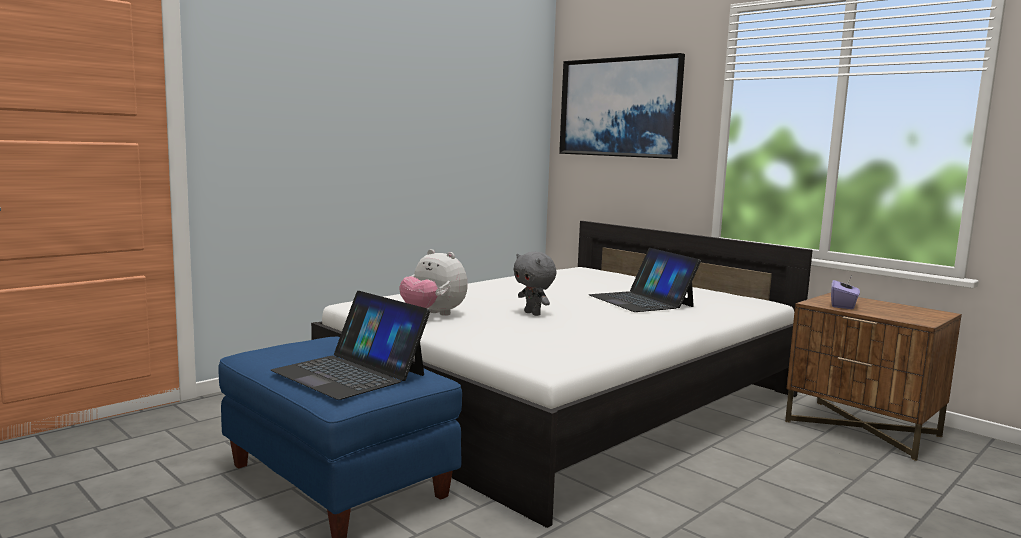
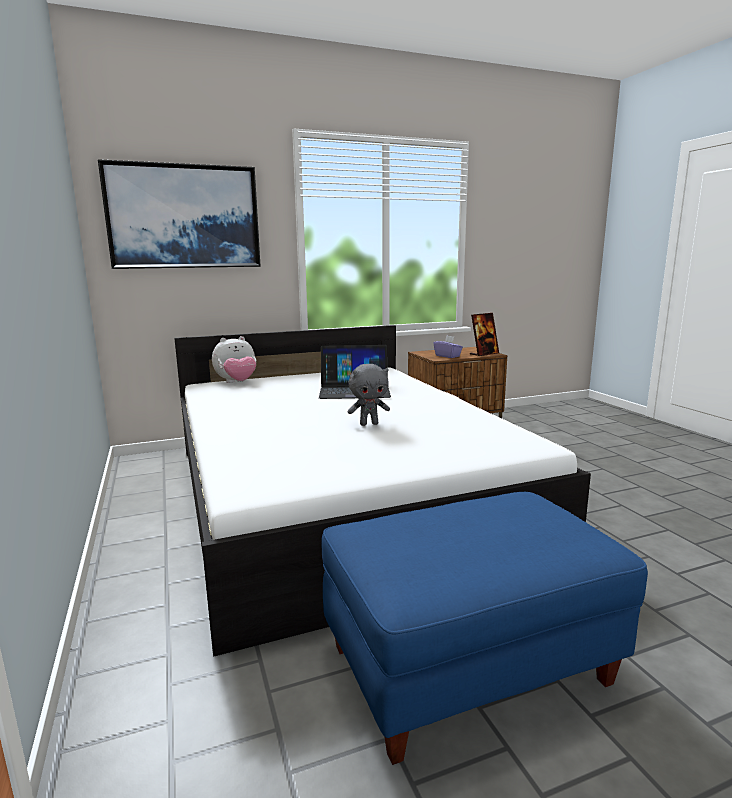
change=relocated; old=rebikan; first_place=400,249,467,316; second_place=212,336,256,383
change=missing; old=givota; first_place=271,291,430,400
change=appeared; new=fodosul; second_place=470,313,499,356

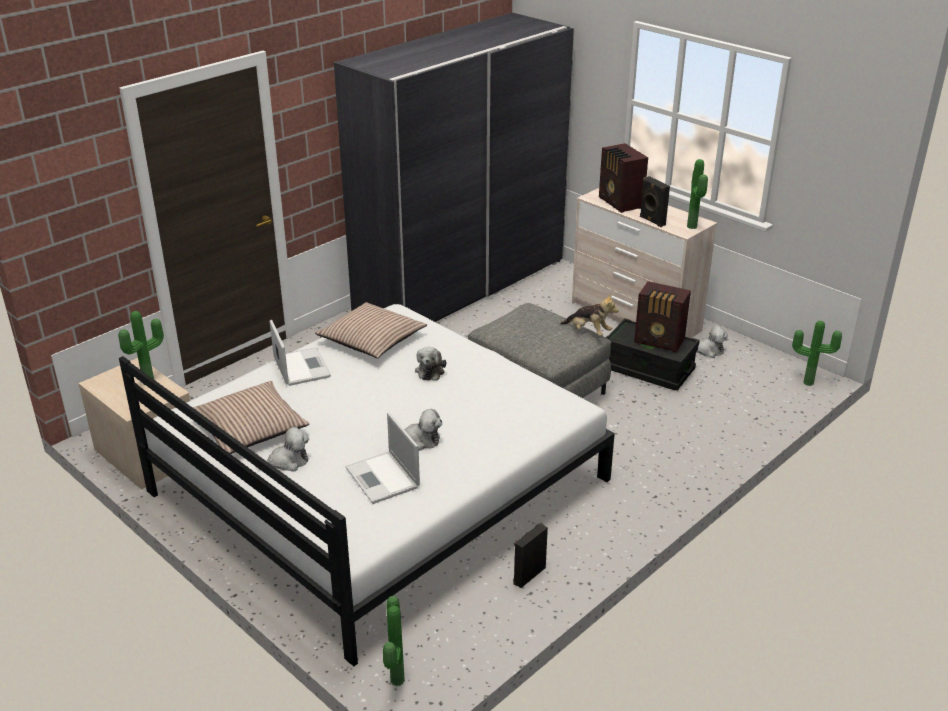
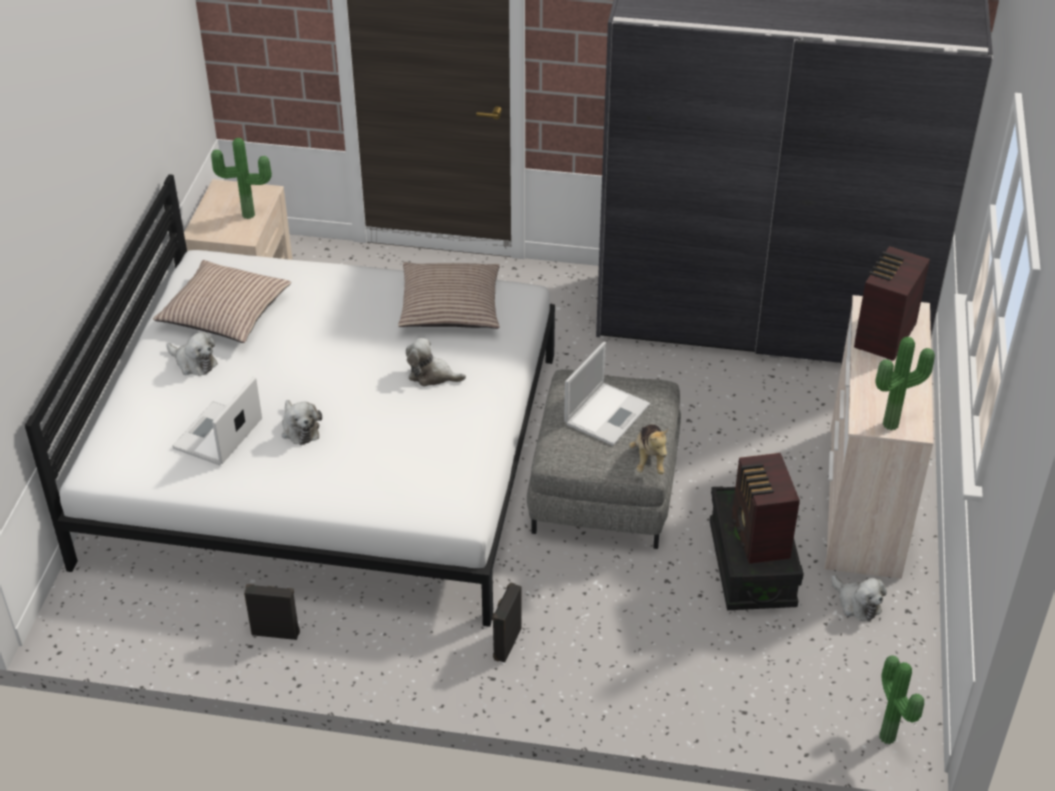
change=relocated; old=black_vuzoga; first_place=640,176,670,227; second_place=492,582,522,662
change=relocated; old=givota; first_place=270,320,331,386; second_place=564,342,650,446
change=spun; old=rebikan; first_place=415,347,446,380; second_place=406,338,466,386; degrees=45
change=missing; old=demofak; first_place=383,596,405,686

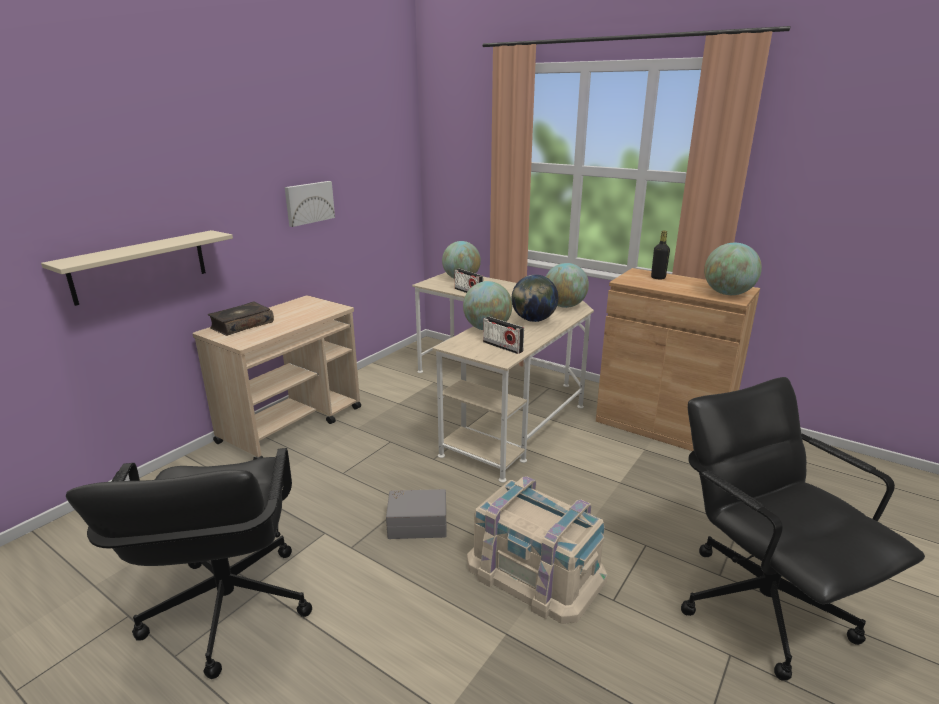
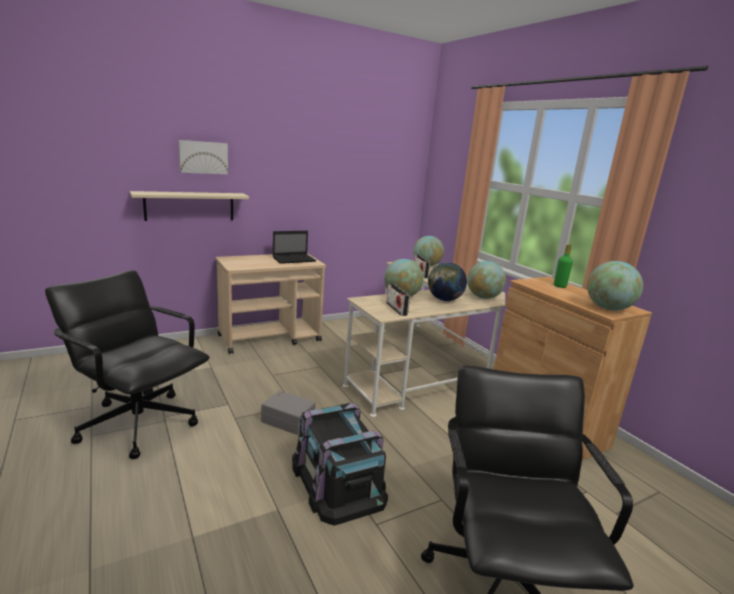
change=relocated; old=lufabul; first_place=285,181,335,227; second_place=178,140,228,174
change=colour; old=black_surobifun; new=green_surobifun; first_place=651,231,670,279; second_place=554,244,573,288
change=missing; old=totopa; first_place=208,302,274,336
change=spun; old=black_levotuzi; first_place=66,448,312,679; second_place=45,270,210,459; degrees=105
change=colour; old=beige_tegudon; new=black_tegudon; first_place=467,476,607,624; second_place=292,403,388,526
change=appeared; new=givota; second_place=273,231,316,264

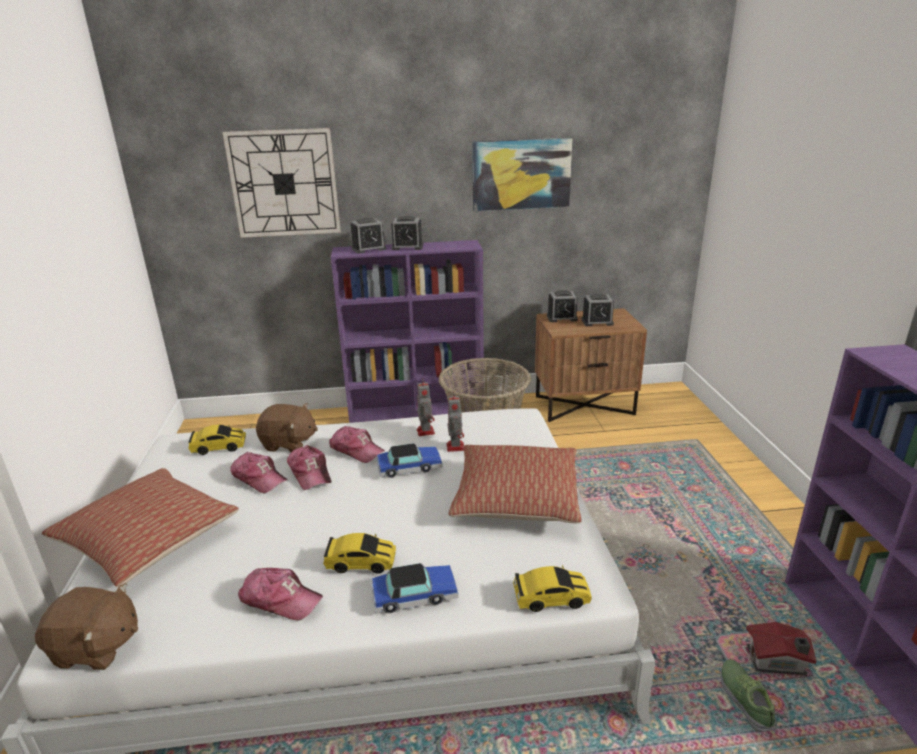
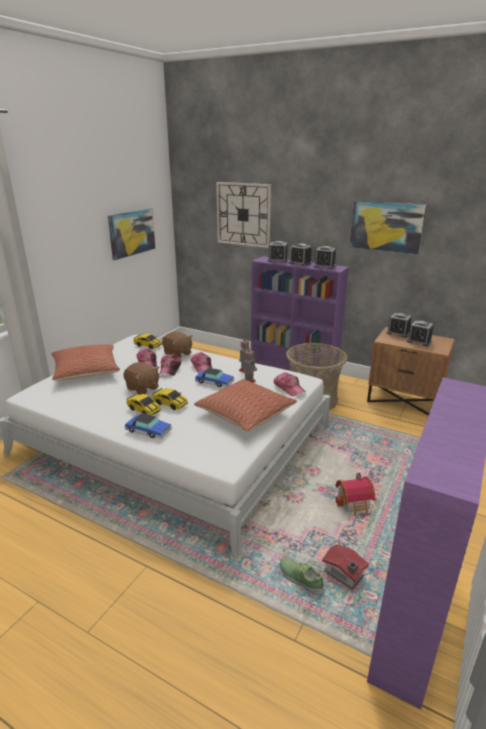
change=relocated; old=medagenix; first_place=513,565,592,612; second_place=152,388,188,410
change=relocated; old=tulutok; first_place=238,568,323,620; second_place=274,372,306,396
change=relocated; old=brown_rebikan; first_place=35,583,138,670; second_place=124,362,159,395
change=spun; old=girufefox; first_place=721,660,777,732; second_place=280,558,324,595; degrees=-75
change=appeared; new=lufabul; second_place=108,208,155,260
change=appeared; new=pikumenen; second_place=314,246,336,269
change=appeared; new=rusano; second_place=335,472,375,516

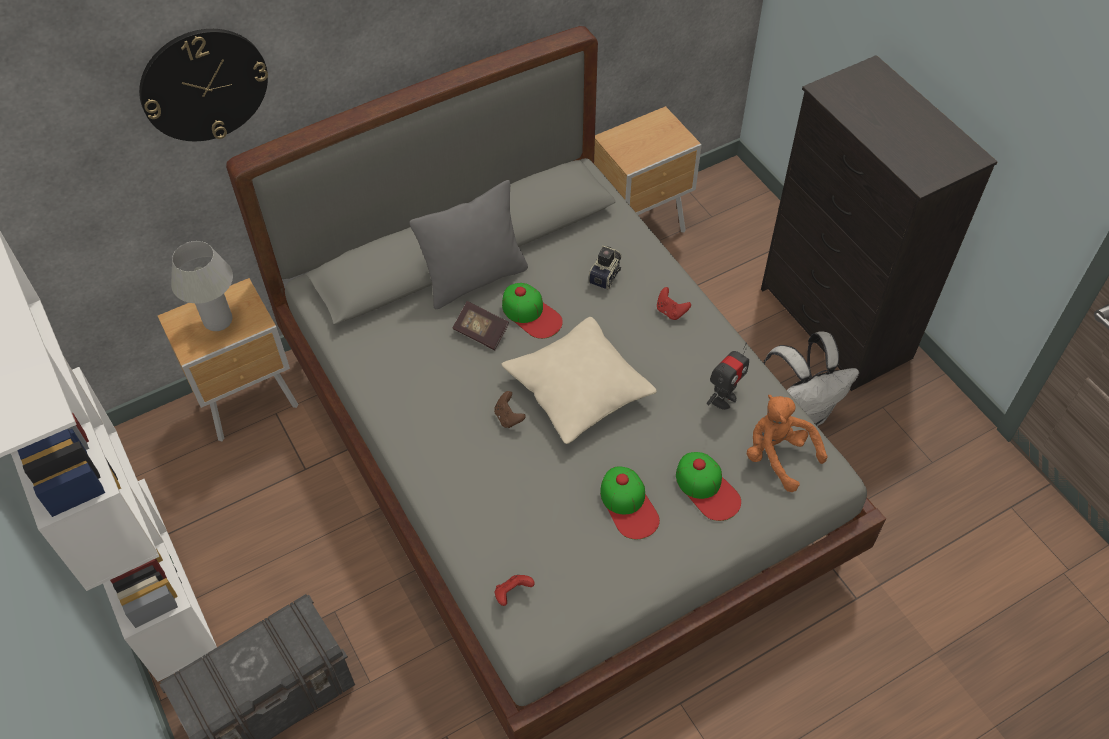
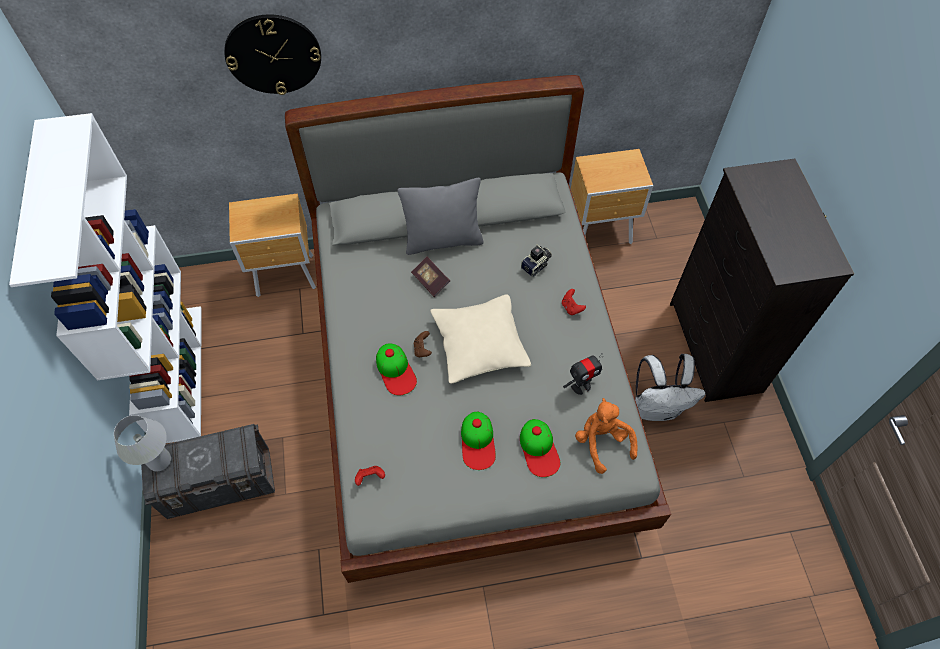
change=relocated; old=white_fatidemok; first_place=171,241,233,331; second_place=114,415,171,471
change=relocated; old=tulutok; first_place=502,283,563,339; second_place=376,344,417,396

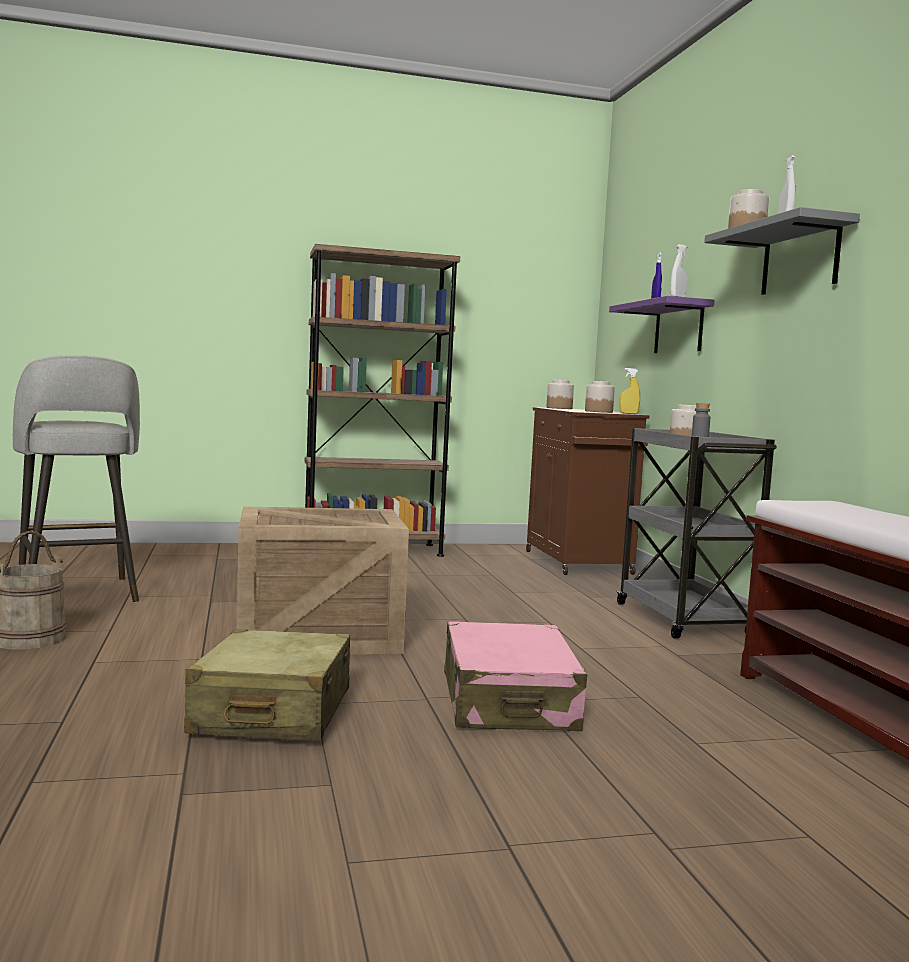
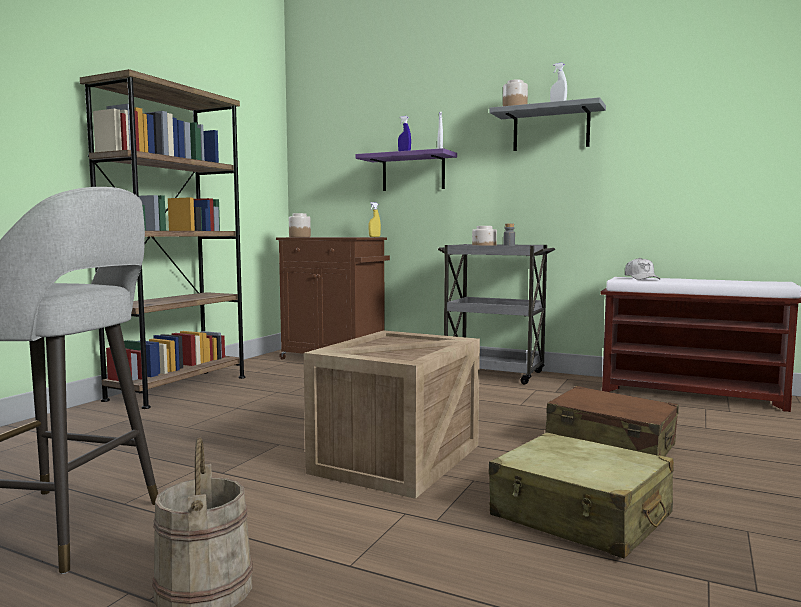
change=missing; old=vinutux; first_place=585,381,615,413
change=colour; old=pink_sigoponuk; new=brown_sigoponuk; first_place=444,621,587,731; second_place=545,386,679,456
change=appeared; new=white_tulutok; second_place=625,258,660,280

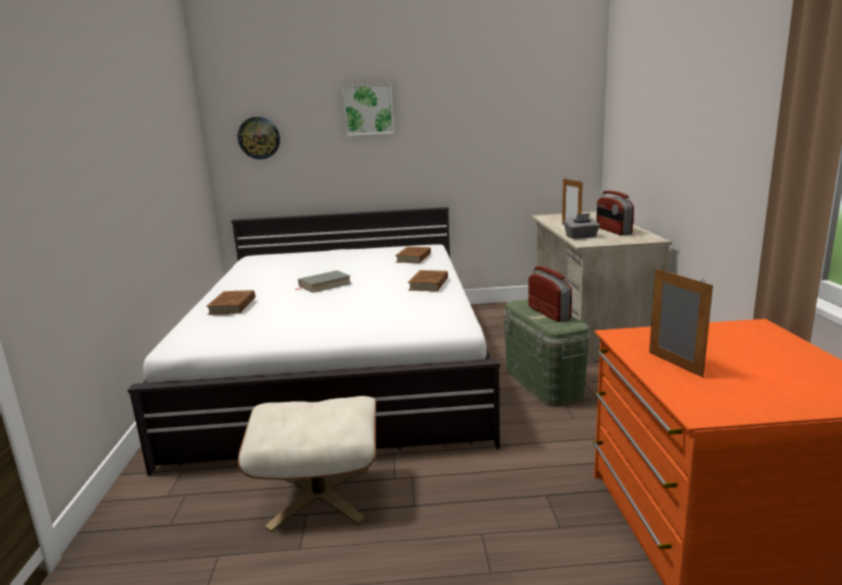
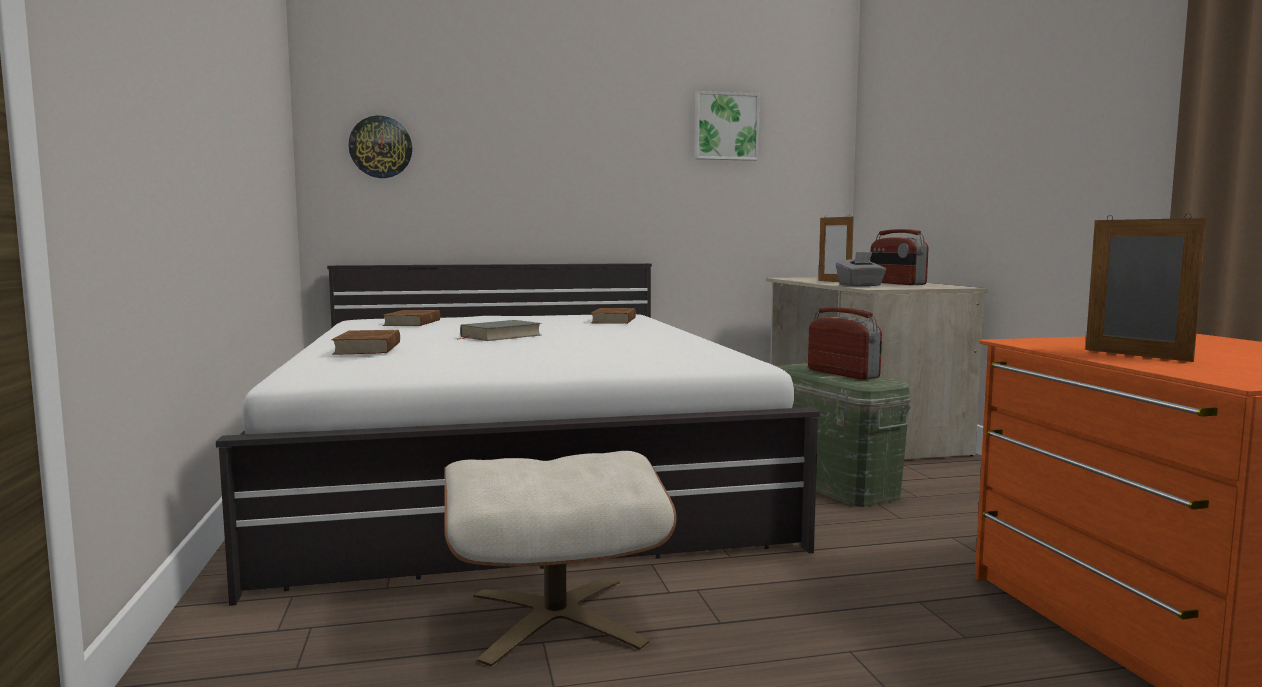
change=relocated; old=lufabul; first_place=342,83,394,136; second_place=694,91,760,161
change=relocated; old=brown_totopa; first_place=408,270,448,291; second_place=382,310,440,326

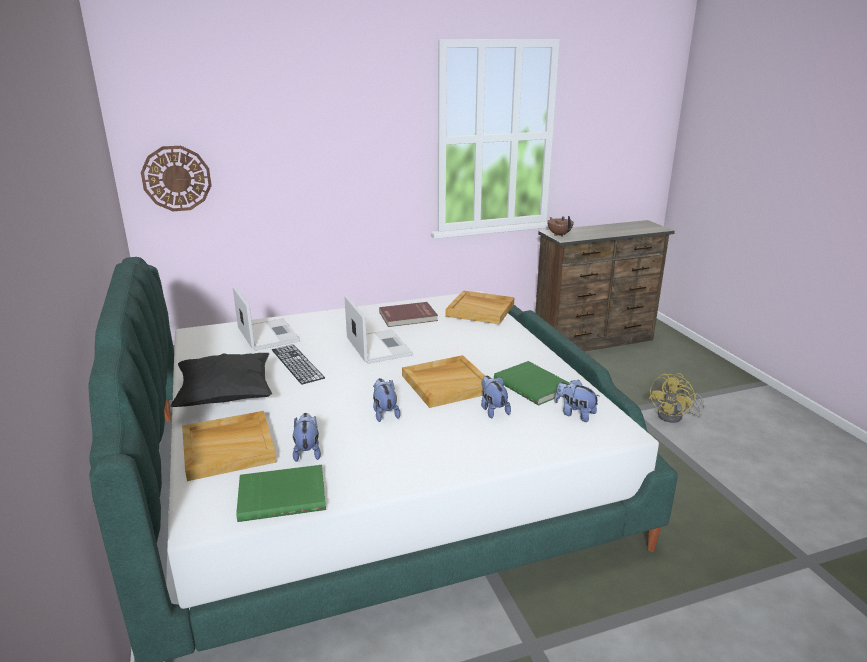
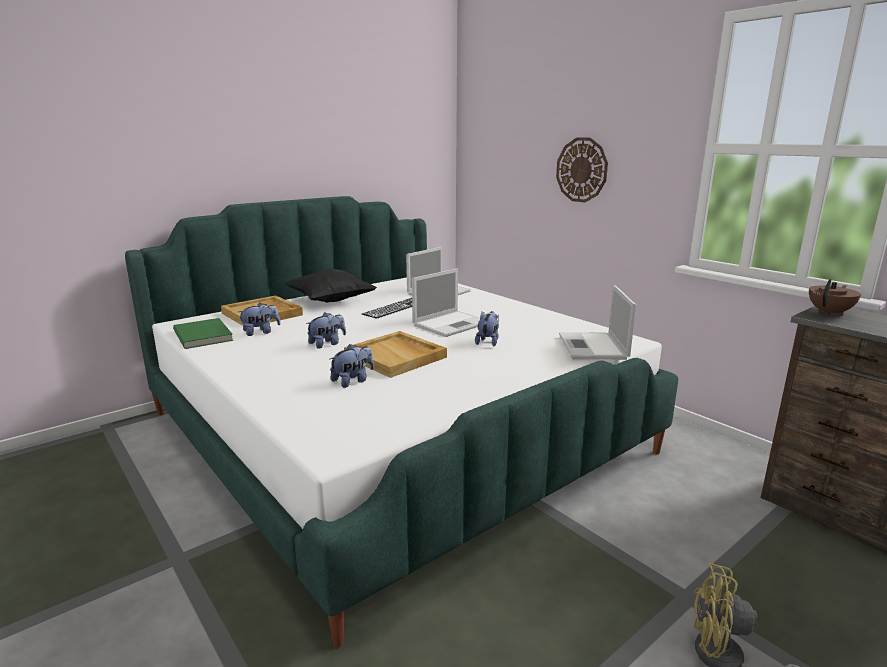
change=relocated; old=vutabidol; first_place=141,146,212,211; second_place=556,138,608,202
change=exchanged; old=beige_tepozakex; new=givota; first_place=445,291,514,325; second_place=559,285,636,360
change=missing; old=red_totopa; first_place=379,302,438,327
change=missing; old=green_totopa; first_place=494,361,569,406
change=relocated; old=rebikan; first_place=554,380,599,422; second_place=475,311,499,347

